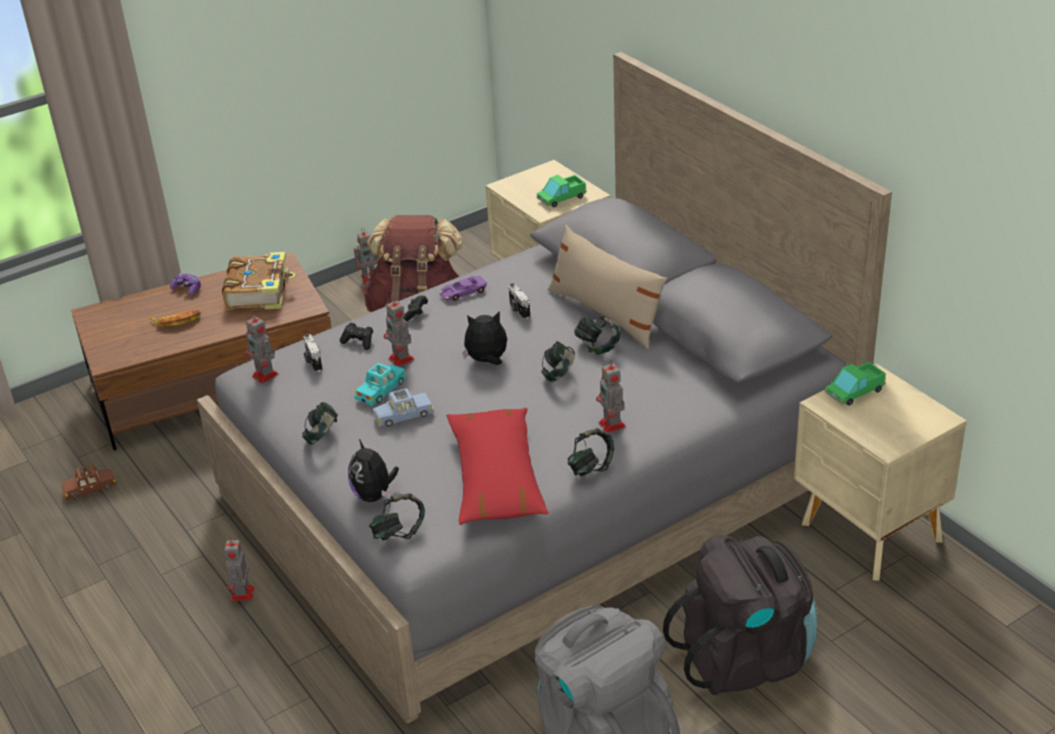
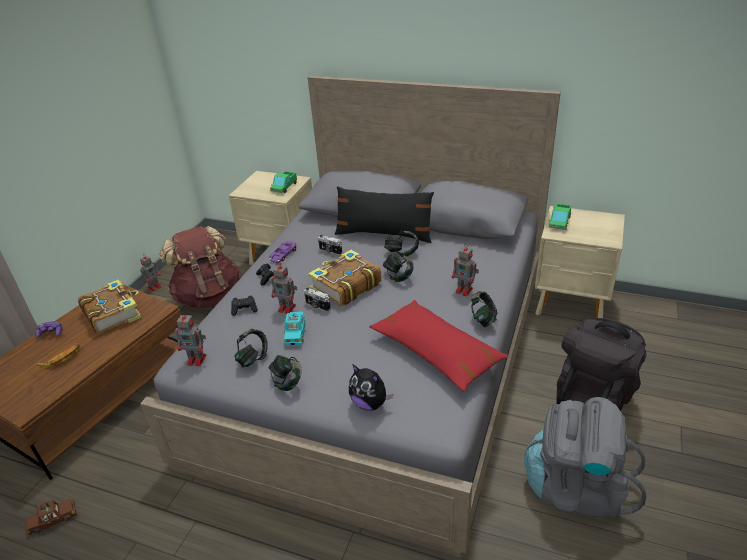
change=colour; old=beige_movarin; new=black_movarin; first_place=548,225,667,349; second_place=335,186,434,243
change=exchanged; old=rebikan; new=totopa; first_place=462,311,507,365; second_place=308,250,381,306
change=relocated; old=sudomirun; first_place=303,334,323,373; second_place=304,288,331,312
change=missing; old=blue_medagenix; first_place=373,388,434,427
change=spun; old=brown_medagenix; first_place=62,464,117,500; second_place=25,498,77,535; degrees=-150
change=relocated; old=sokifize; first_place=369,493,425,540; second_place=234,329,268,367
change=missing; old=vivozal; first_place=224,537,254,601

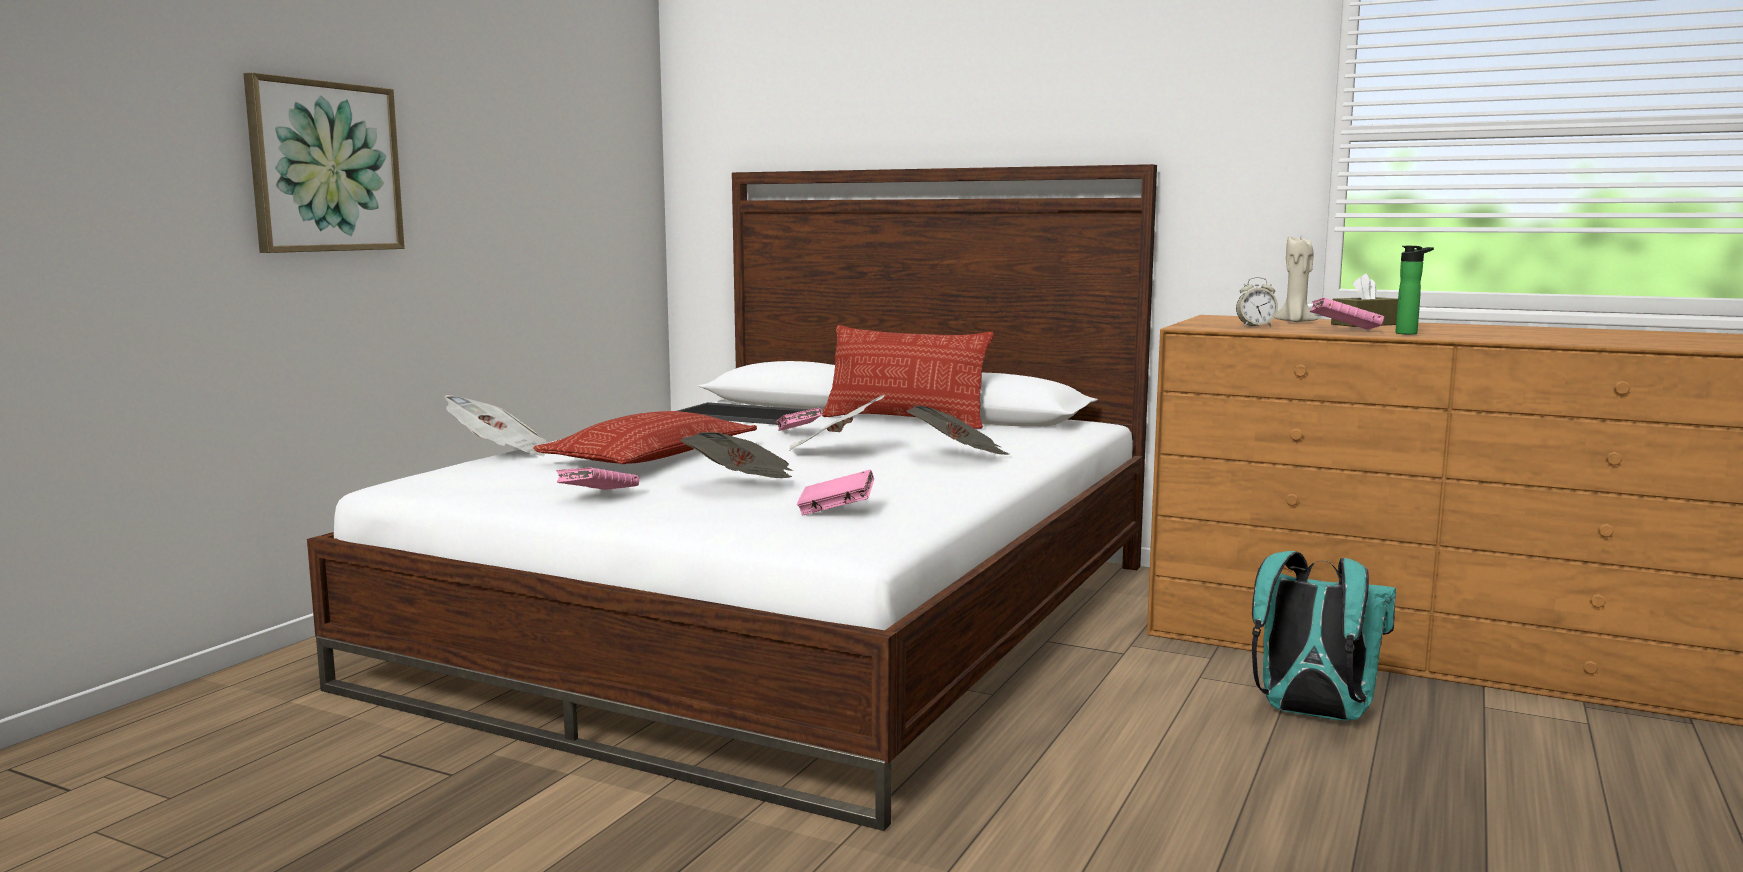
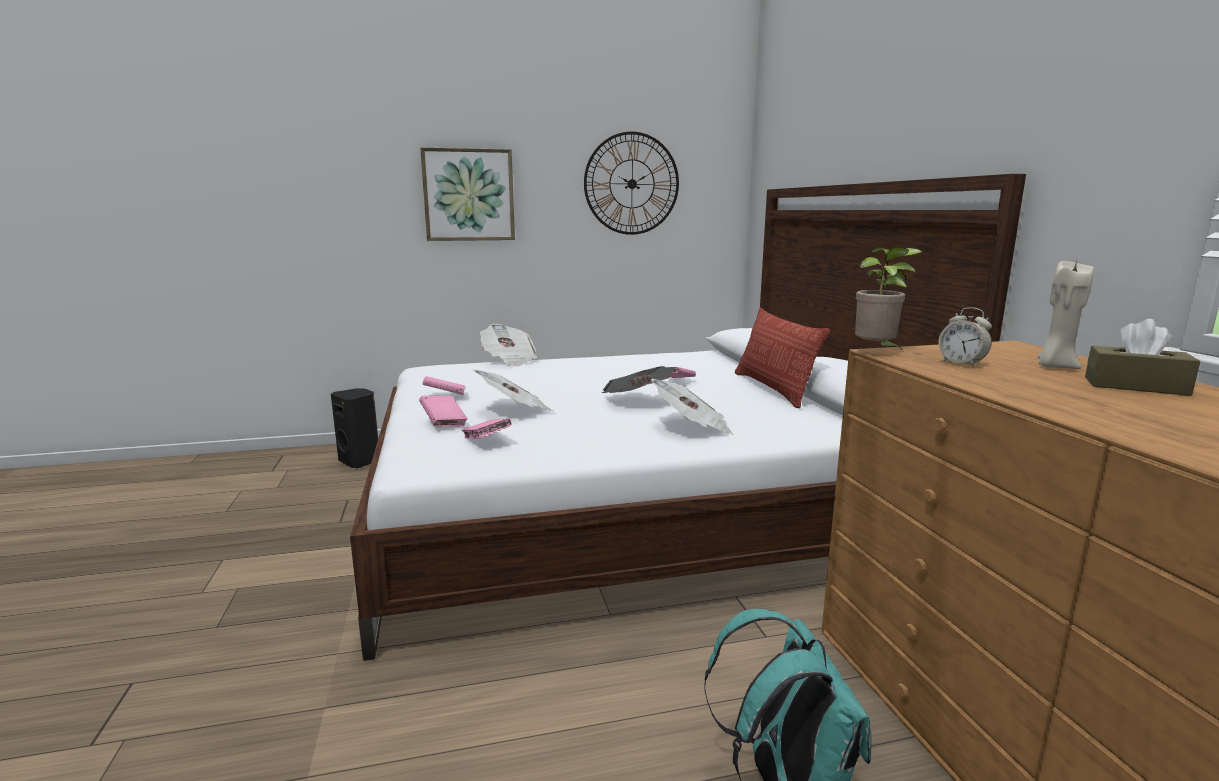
change=missing; old=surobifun; first_place=1395,246,1434,335
change=relocated; old=pink_totopa; first_place=1310,298,1384,329; second_place=419,396,467,427
change=missing; old=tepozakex; first_place=677,402,810,425
change=missing; old=movarin; first_place=533,411,757,464
change=appeared; new=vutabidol; second_place=584,131,679,235
change=appeared; new=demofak; second_place=855,247,922,349
change=appeared; new=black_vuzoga; second_place=331,388,378,468

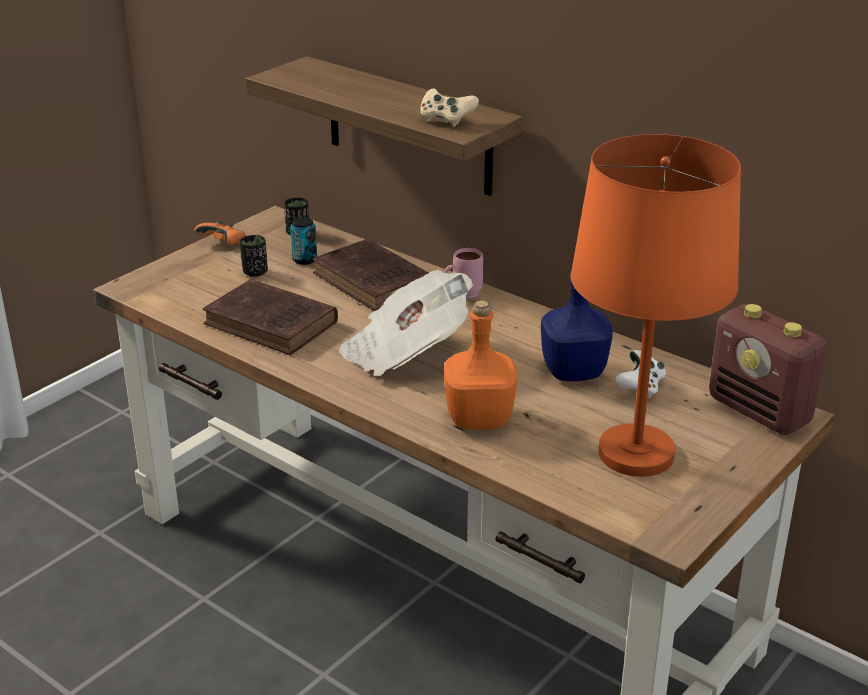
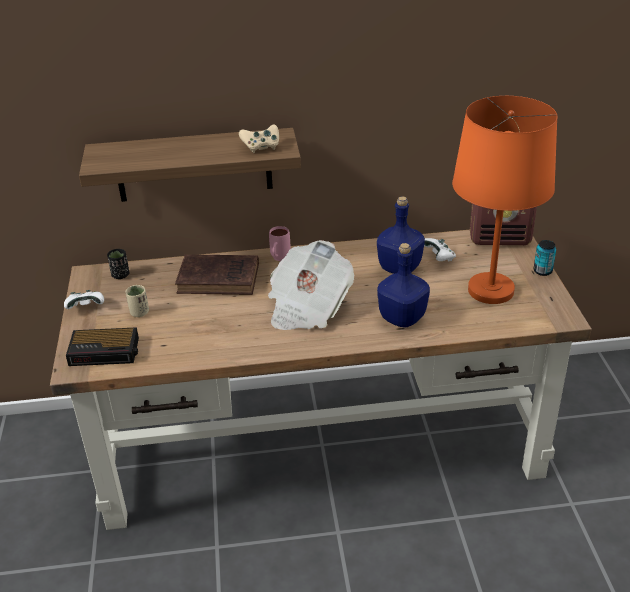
change=relocated; old=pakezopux; first_place=290,217,317,265; second_place=533,240,556,276
change=colour; old=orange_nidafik; new=white_nidafik; first_place=194,220,246,245; second_place=64,290,104,309
change=colour; old=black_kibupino; new=beige_kibupino; first_place=240,235,268,277; second_place=125,285,149,317
change=missing; old=brown_totopa; first_place=203,279,338,355
change=colour; old=orange_surobifun; new=blue_surobifun; first_place=444,301,517,430; second_place=377,243,430,328
change=appeared; new=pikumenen; second_place=66,327,139,366

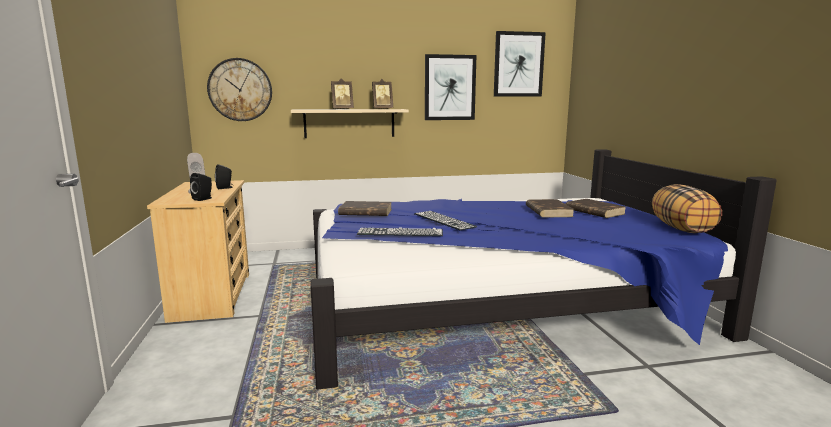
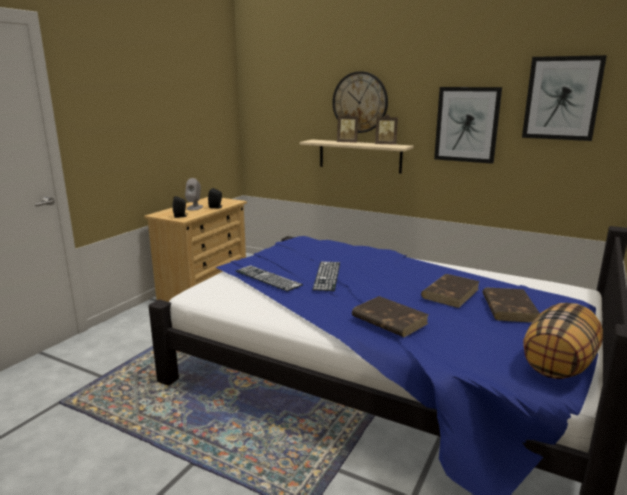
change=relocated; old=vutabidol; first_place=207,58,272,121; second_place=333,71,388,133
change=relocated; old=brown_totopa; first_place=338,201,392,216; second_place=352,296,429,337

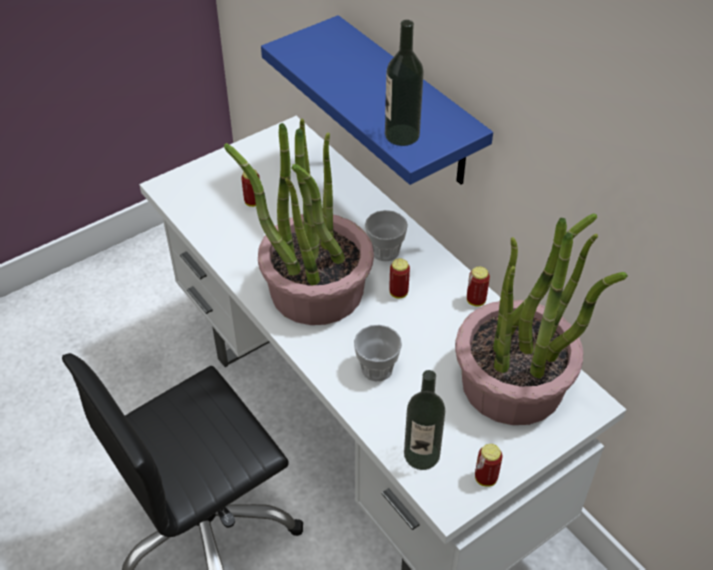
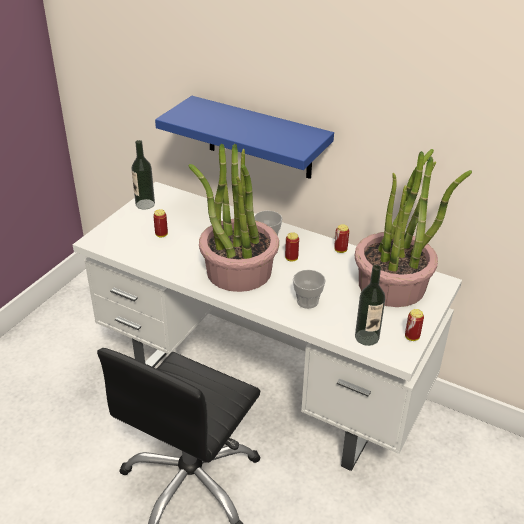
change=relocated; old=surobifun; first_place=385,20,424,146; second_place=131,140,155,210

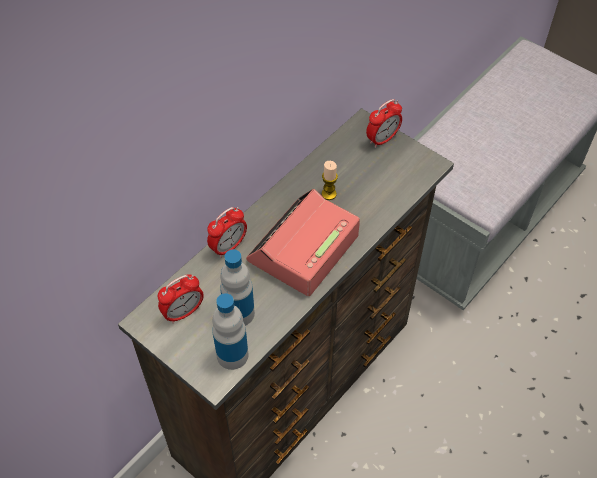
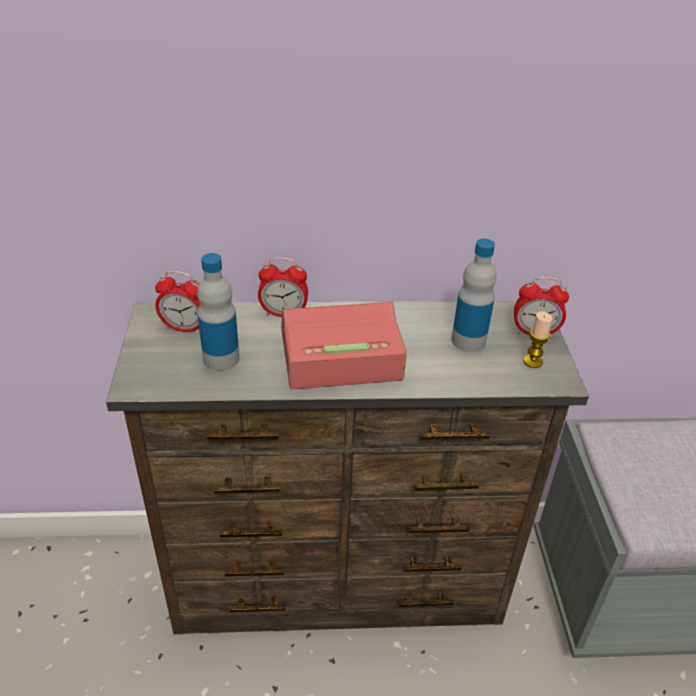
change=relocated; old=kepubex; first_place=321,161,338,200; second_place=523,311,552,368
change=relocated; old=surobifun; first_place=212,293,248,370; second_place=452,239,496,352

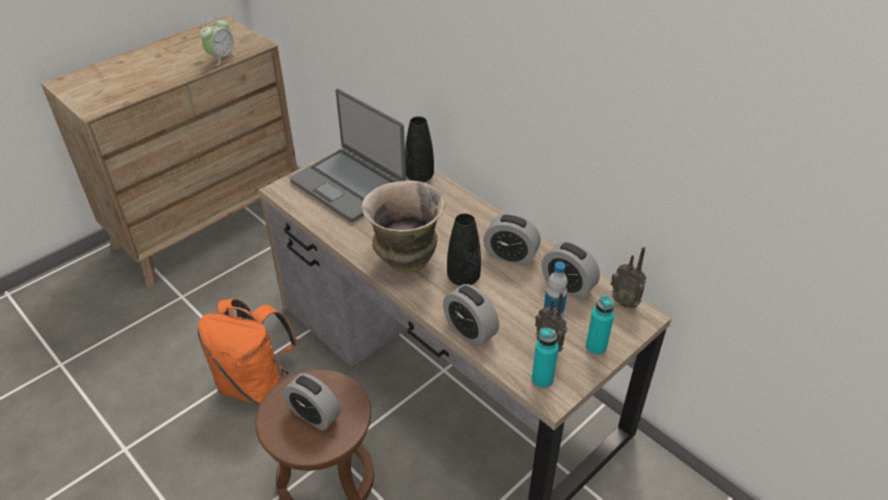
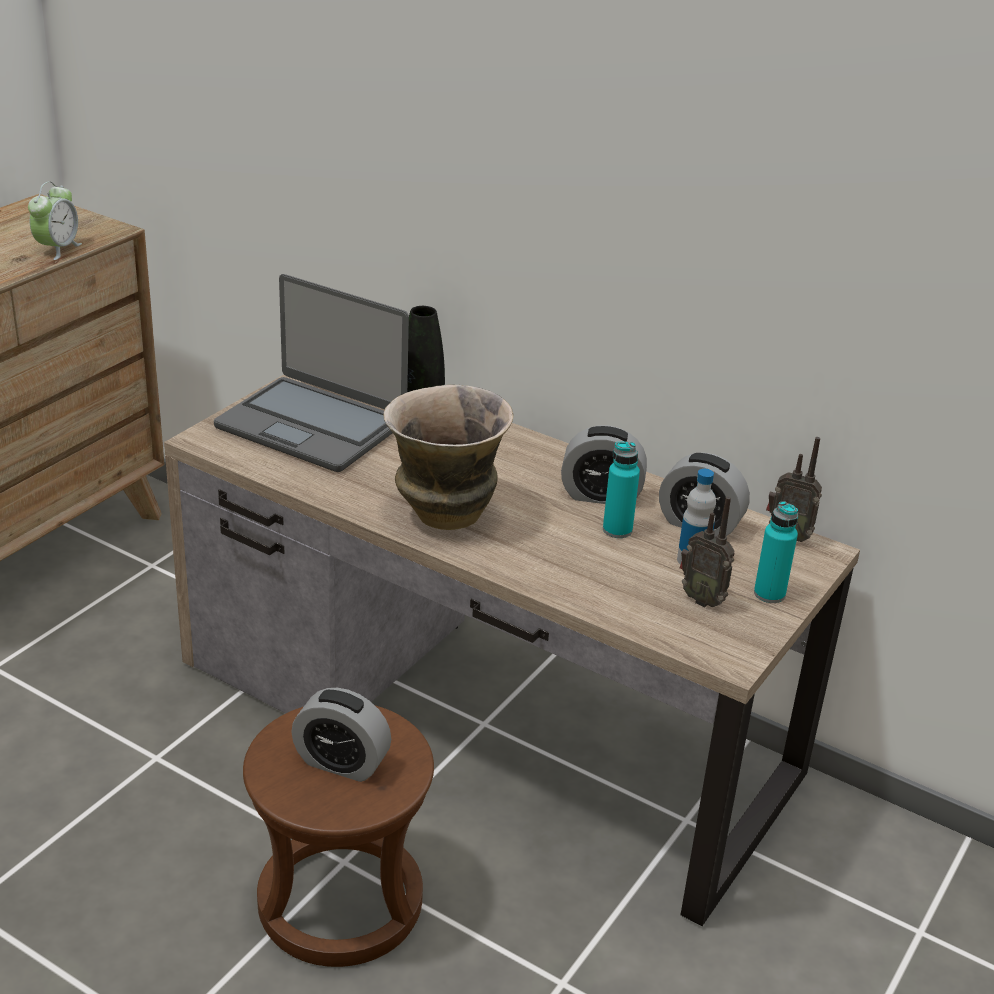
change=missing; old=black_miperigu; first_place=447,213,481,286
change=missing; old=pikumenen; first_place=443,284,499,346
change=missing; old=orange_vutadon; first_place=197,298,298,405
change=relocated; old=turquoise_surobifun; first_place=532,328,559,388; second_place=603,441,640,538

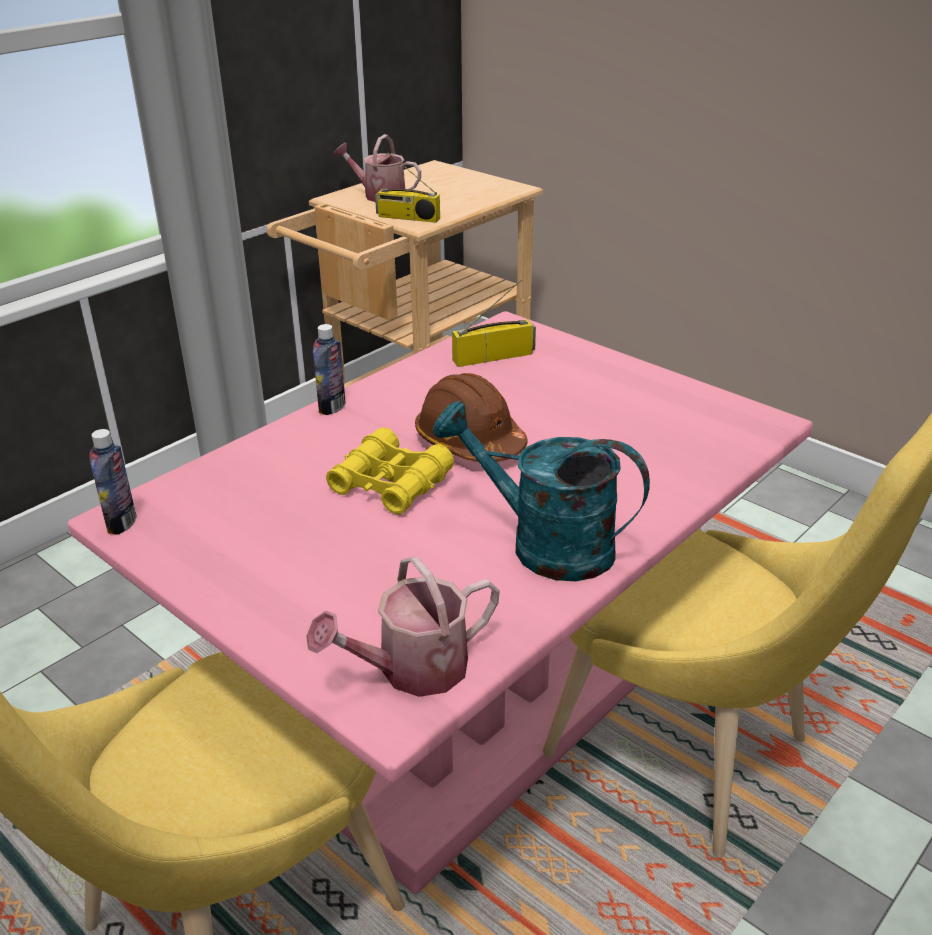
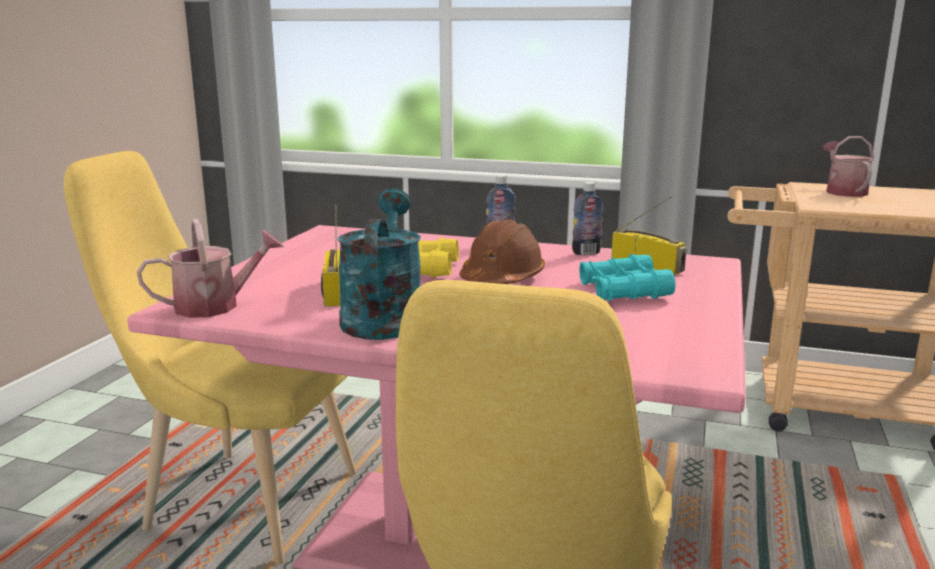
change=relocated; old=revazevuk; first_place=375,152,440,223; second_place=321,205,340,306
change=relocated; old=surobifun; first_place=89,429,136,535; second_place=572,182,603,255
change=spun; old=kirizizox; first_place=306,556,500,697; second_place=137,219,284,318; degrees=120
change=appeared; new=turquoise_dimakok; second_place=579,254,676,301

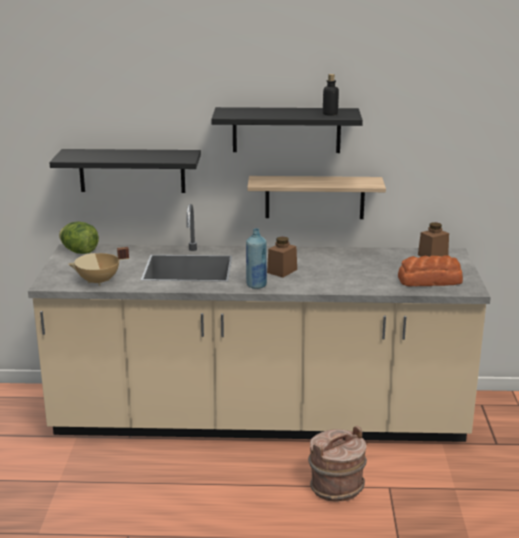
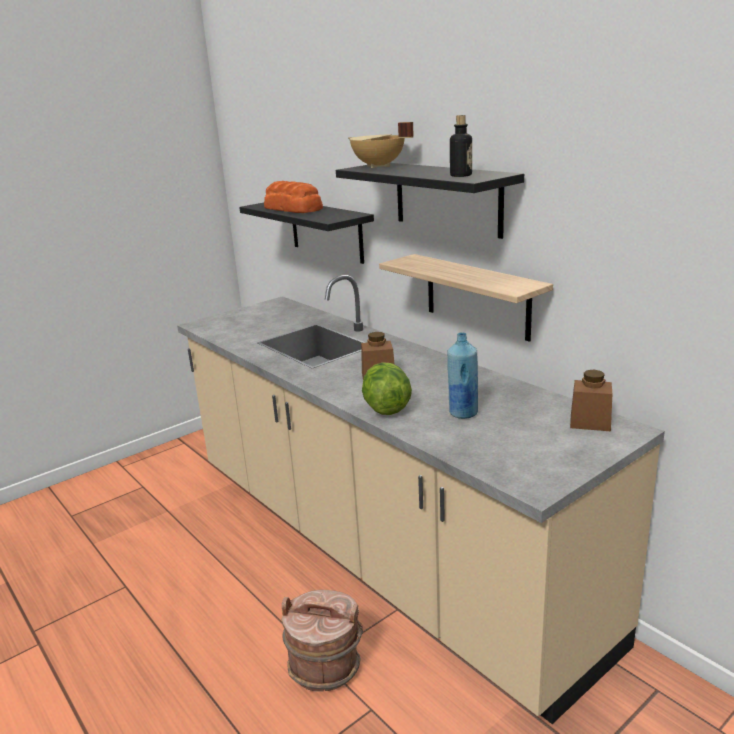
change=relocated; old=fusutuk; first_place=59,222,99,254; second_place=362,362,412,415
change=relocated; old=blue_surobifun; first_place=246,228,267,289; second_place=447,332,478,419
change=relocated; old=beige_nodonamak; first_place=68,247,129,286; second_place=348,122,414,168
change=relocated; old=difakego; first_place=398,255,463,286; second_place=264,181,323,213

